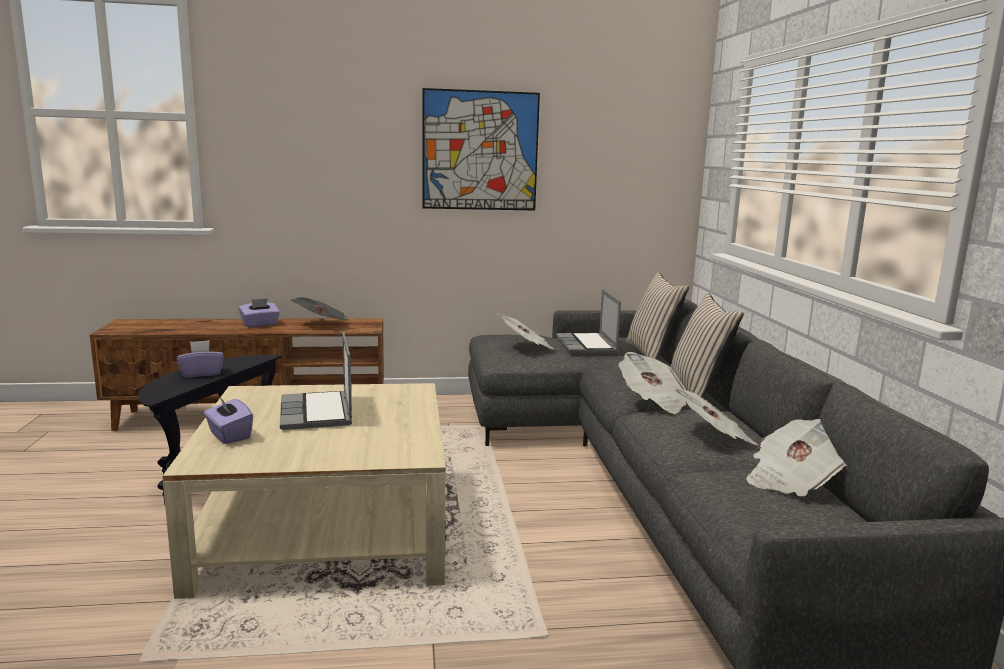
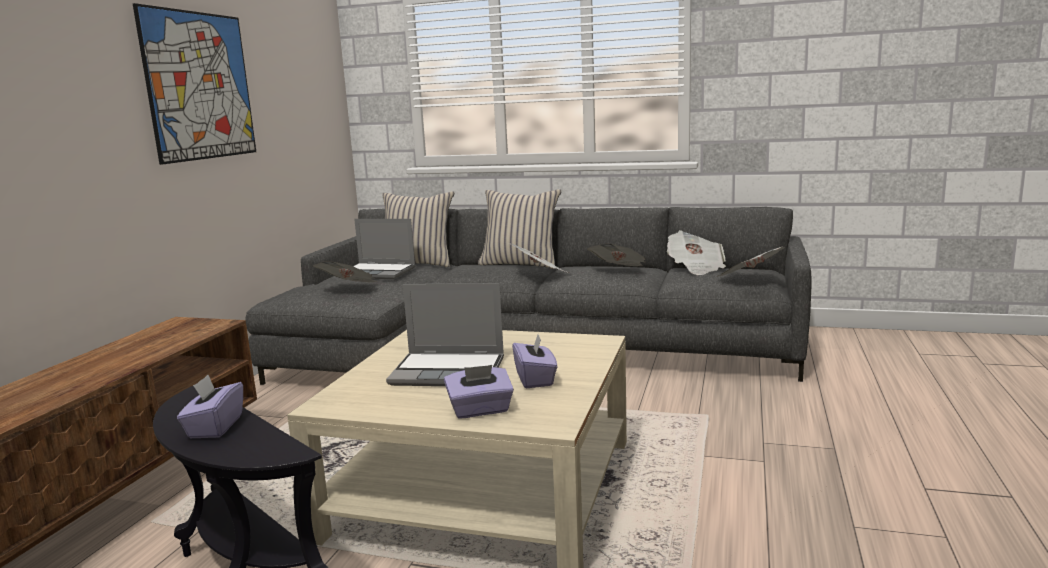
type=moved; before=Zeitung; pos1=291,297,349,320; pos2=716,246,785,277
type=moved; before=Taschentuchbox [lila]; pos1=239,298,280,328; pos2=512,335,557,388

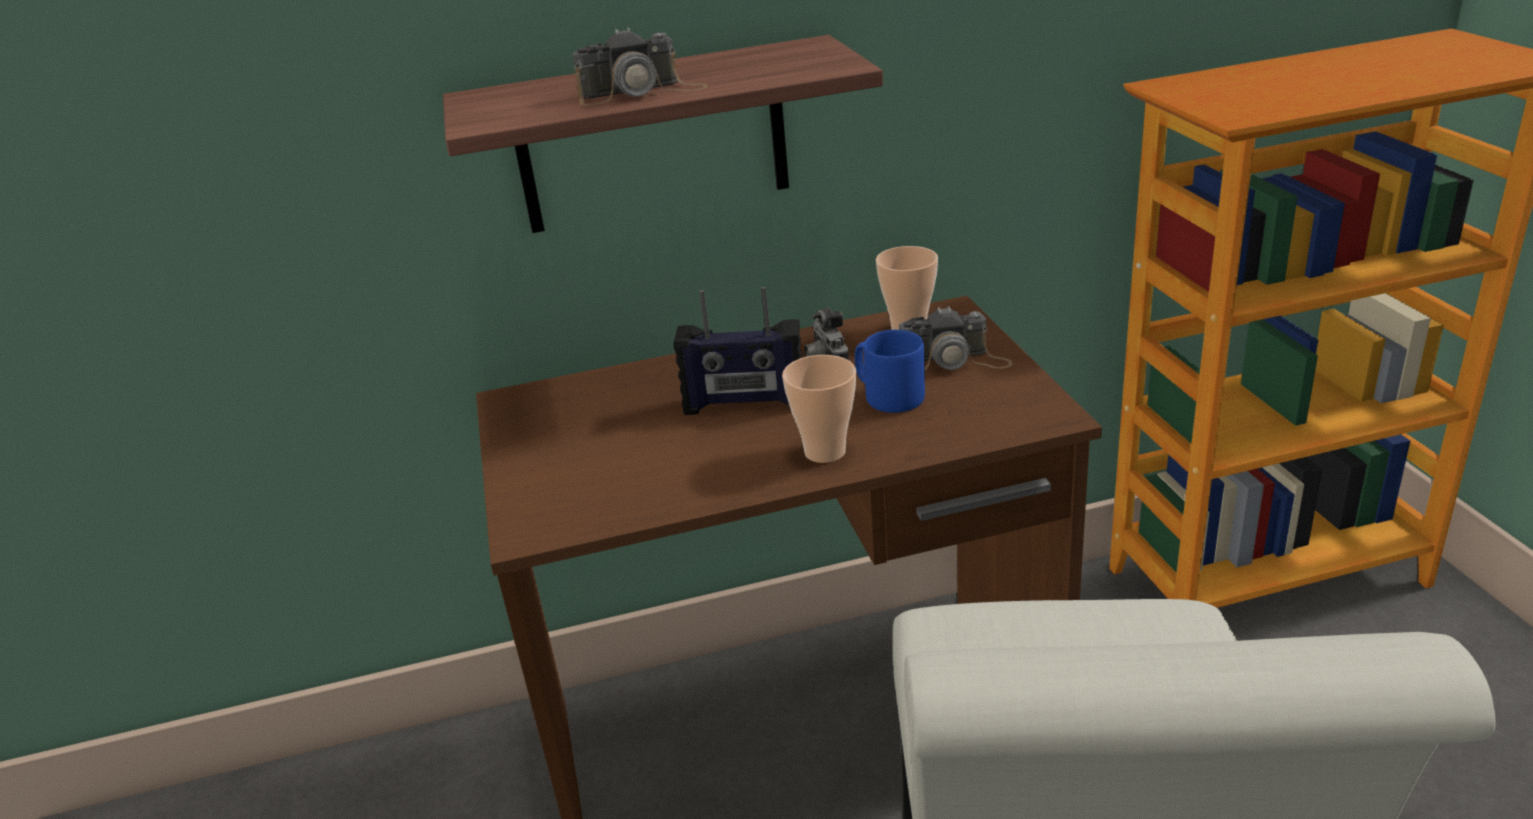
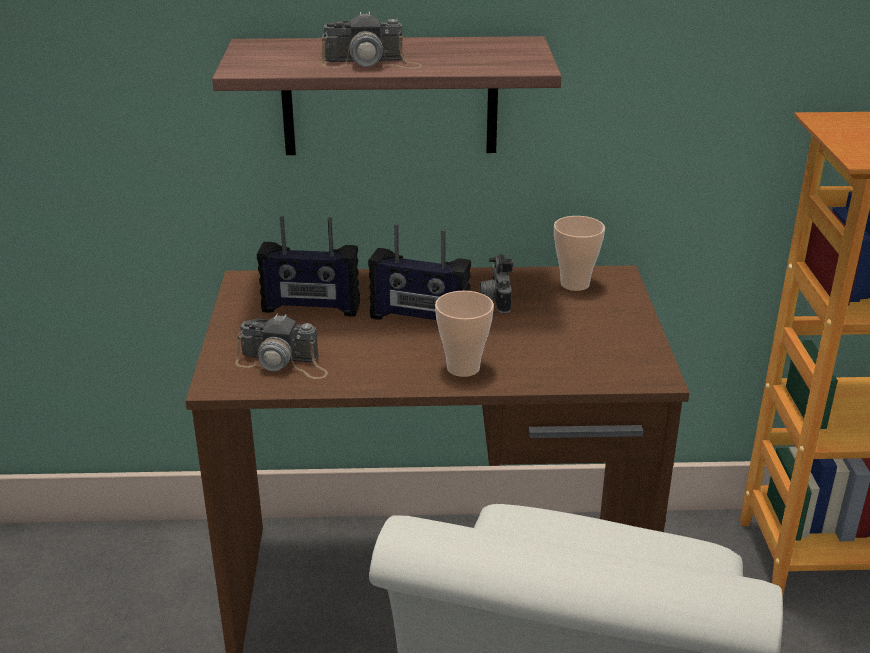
type=moved; before=Kamera; pos1=899,306,1012,370; pos2=235,314,328,379
type=removed; before=Henkelbecher [blau]; pos1=855,330,925,413
type=added; after=Radio; pos2=257,216,360,317

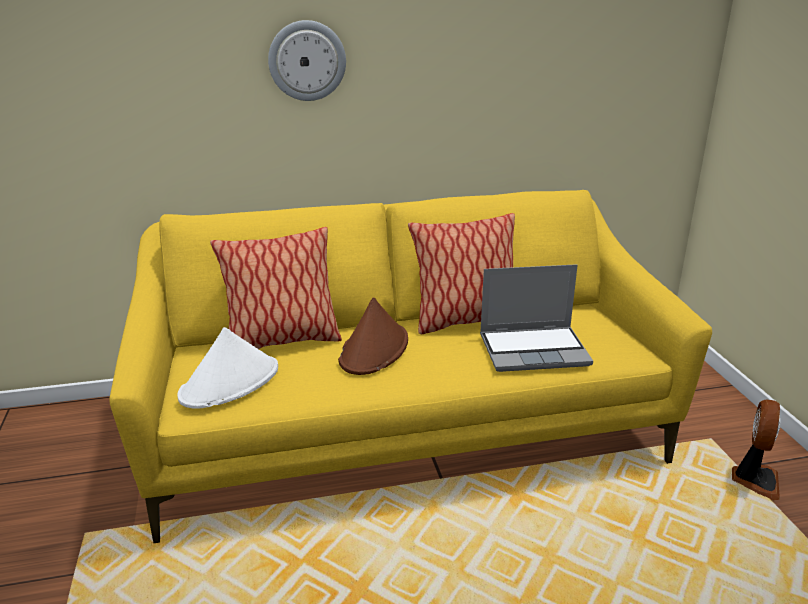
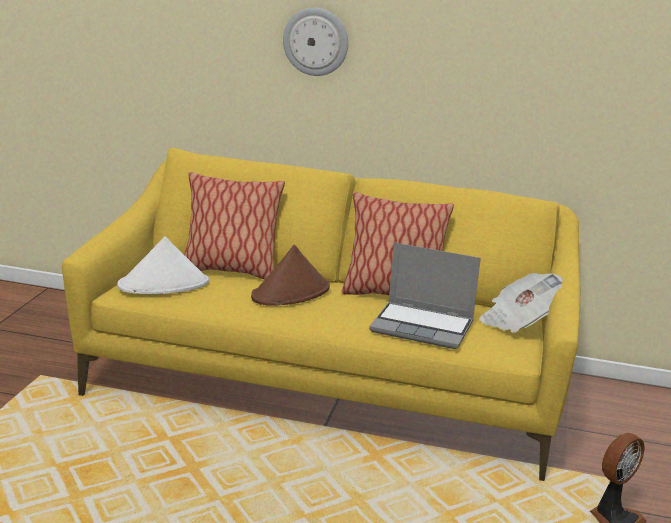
type=added; after=Zeitung; pos2=480,273,563,333

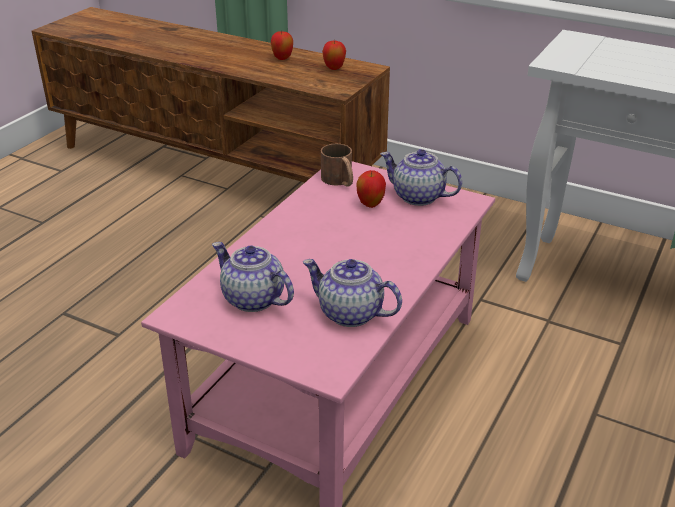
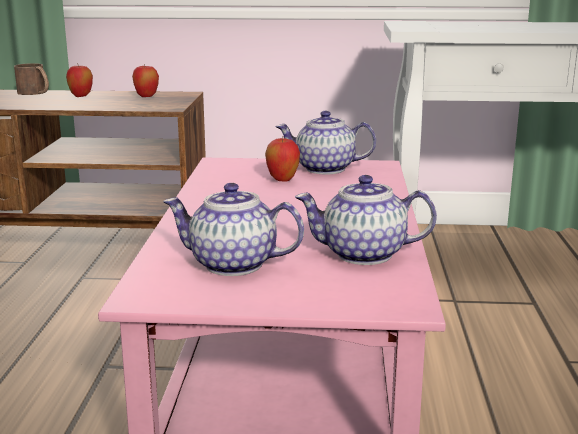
type=moved; before=Henkelbecher [braun]; pos1=321,144,353,186; pos2=14,63,49,95

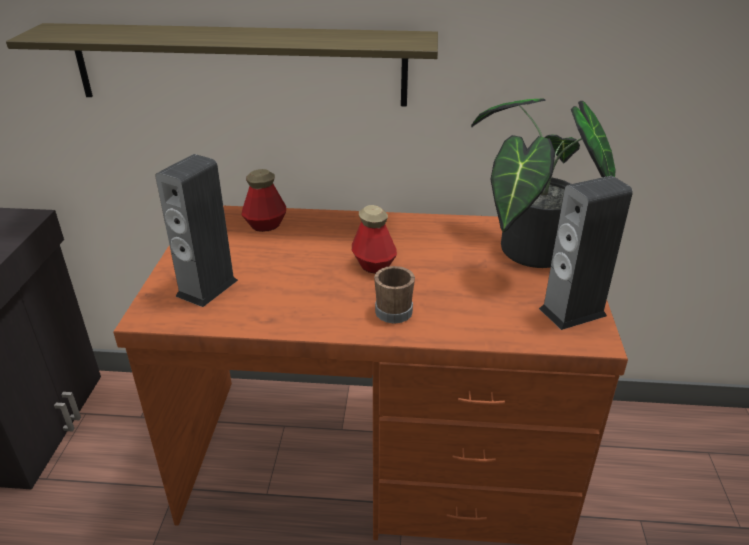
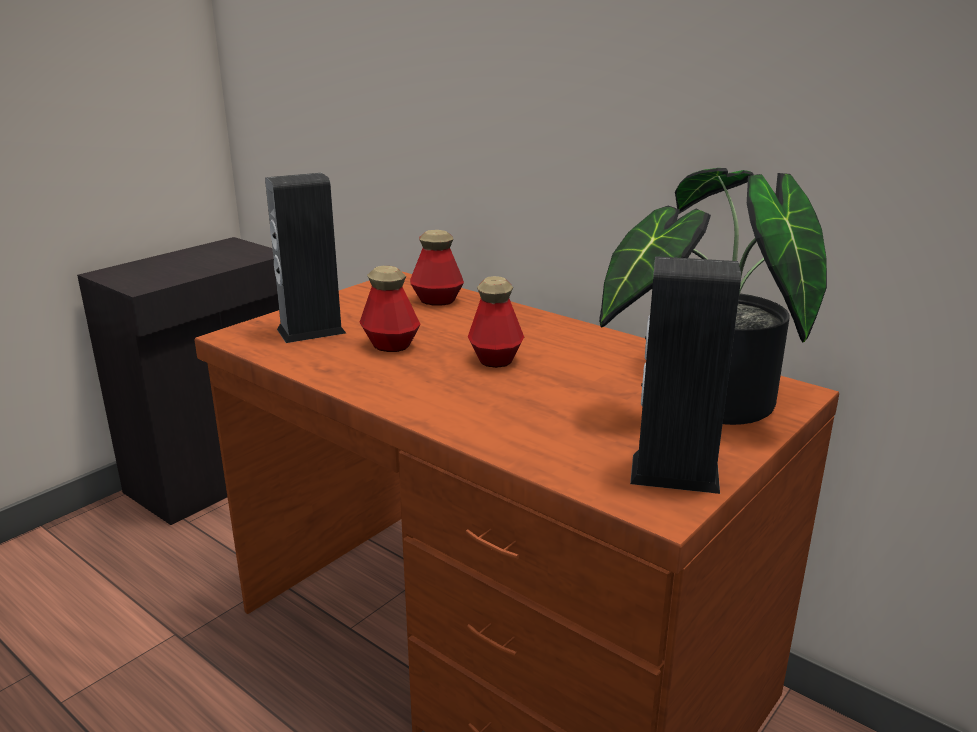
type=removed; before=Wandregal; pos1=6,23,438,106
type=removed; before=Henkelbecher [braun]; pos1=374,266,415,324
type=added; after=Flasche; pos2=359,266,421,352

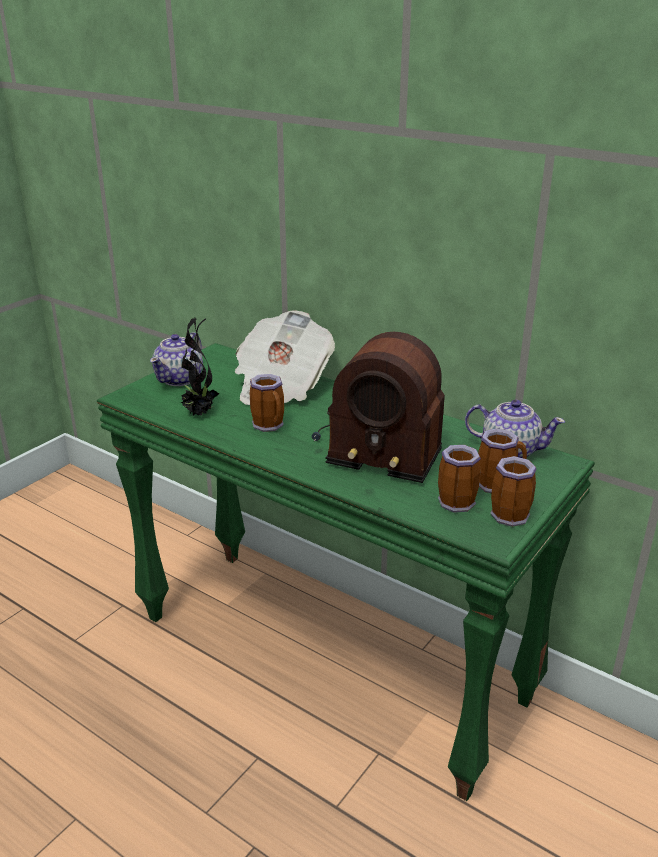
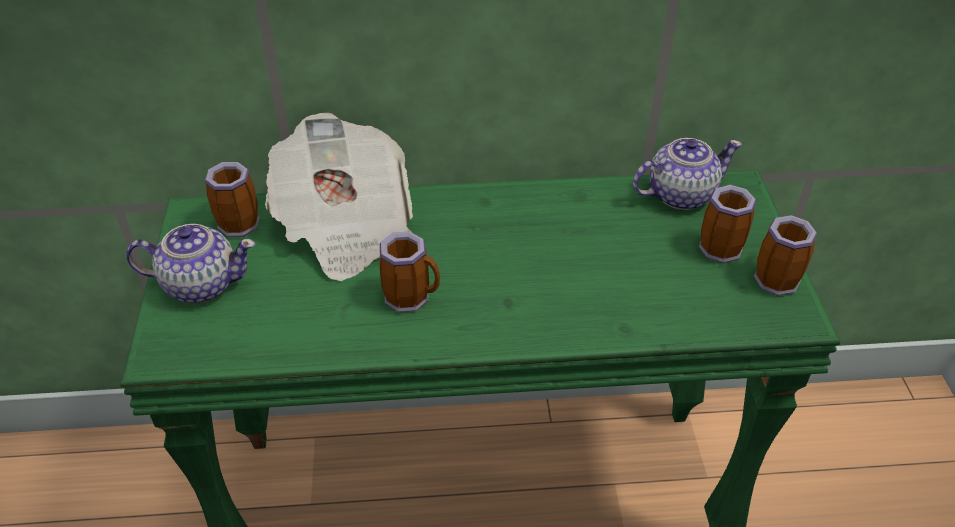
type=removed; before=Topfpflanze; pos1=181,318,219,416
type=turned; before=Teekanne; pos1=150,332,203,386; pos2=126,224,255,303; turn=-75
type=removed; before=Radio; pos1=312,332,445,483
type=moved; before=Henkelbecher; pos1=438,445,481,513; pos2=205,162,260,237

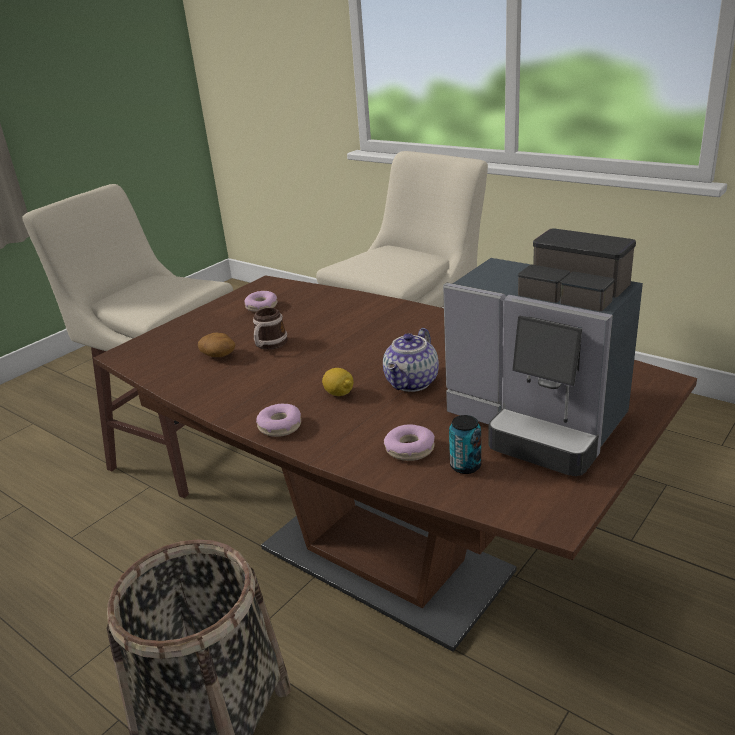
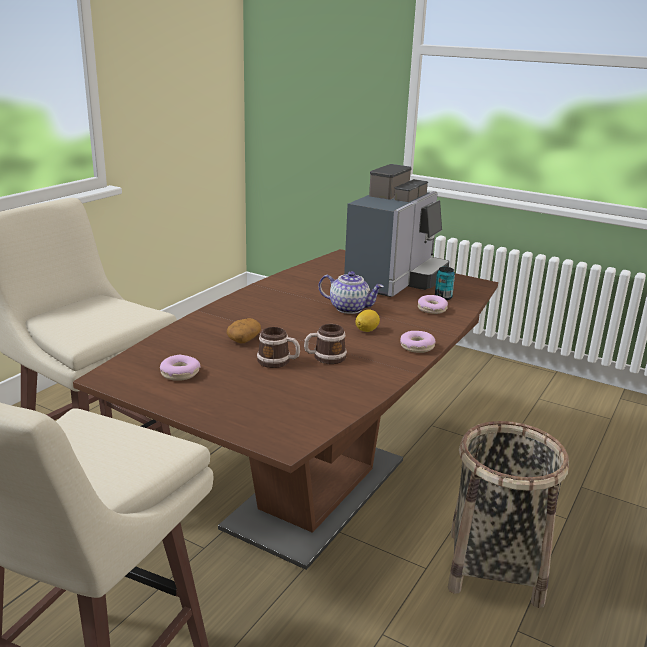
type=moved; before=Kartoffel; pos1=198,333,235,357; pos2=227,318,261,343
type=added; after=Henkelbecher; pos2=304,324,347,364

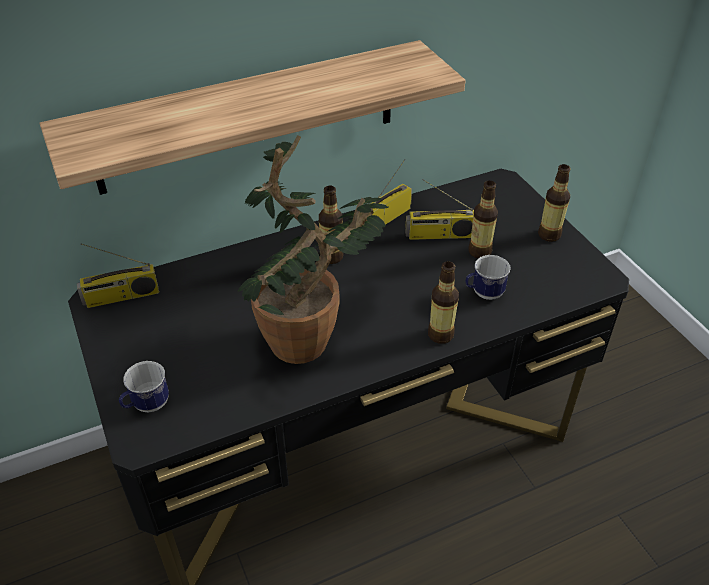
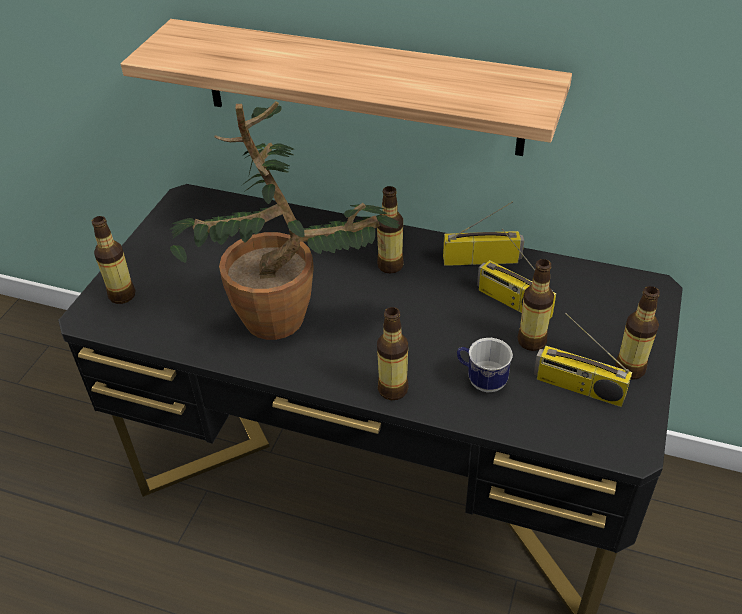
type=moved; before=Radio; pos1=77,243,159,308; pos2=534,313,632,407
type=replaced; before=Henkelbecher; after=Flasche; pos1=119,361,169,412; pos2=92,216,135,304

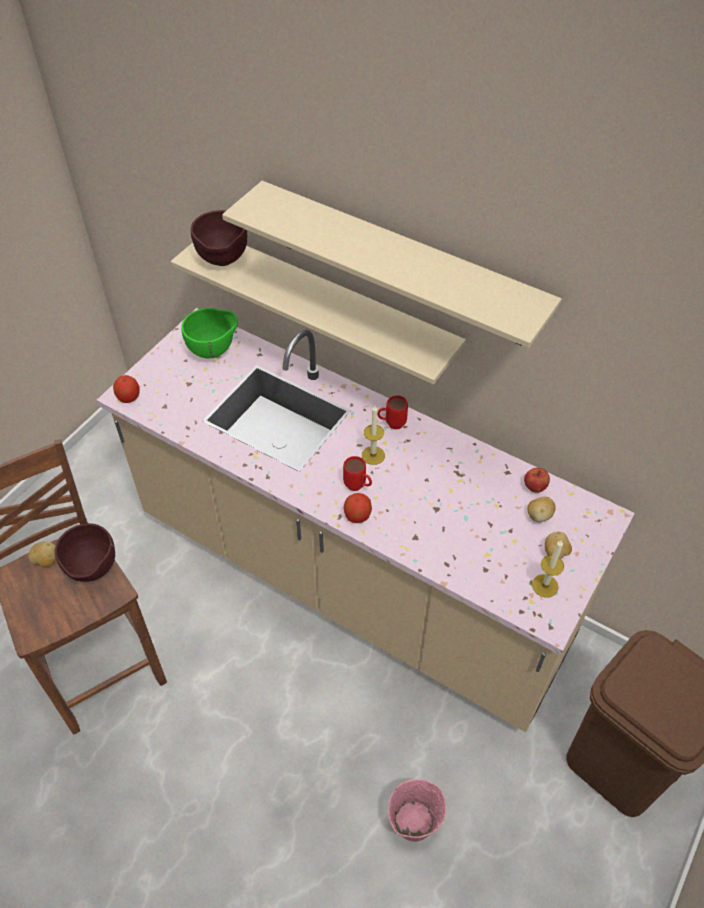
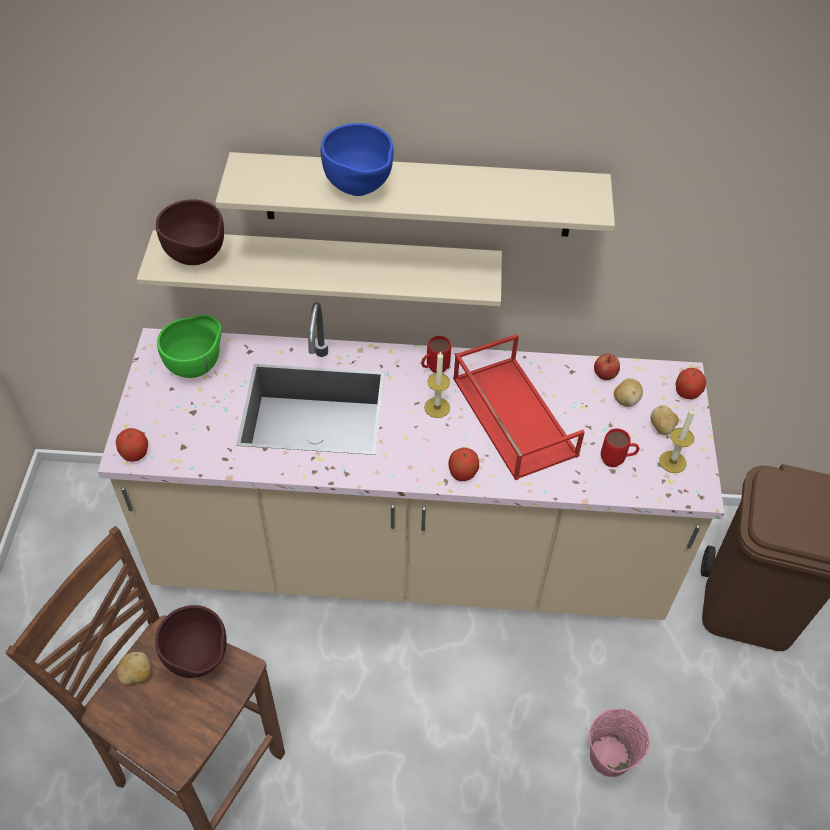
type=moved; before=Henkelbecher [rot]; pos1=343,456,372,491; pos2=601,428,639,467
type=added; after=Schüssel [blau]; pos2=321,123,394,196
type=added; after=Tablett [rot]; pos2=453,334,585,480
type=added; after=Apfel; pos2=676,368,706,399

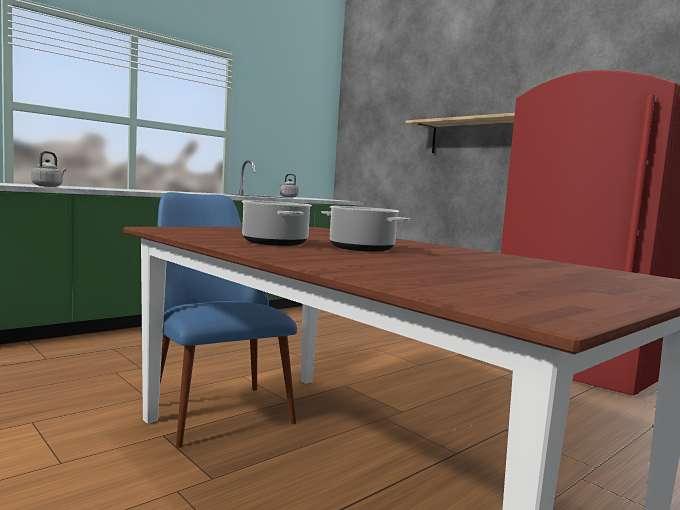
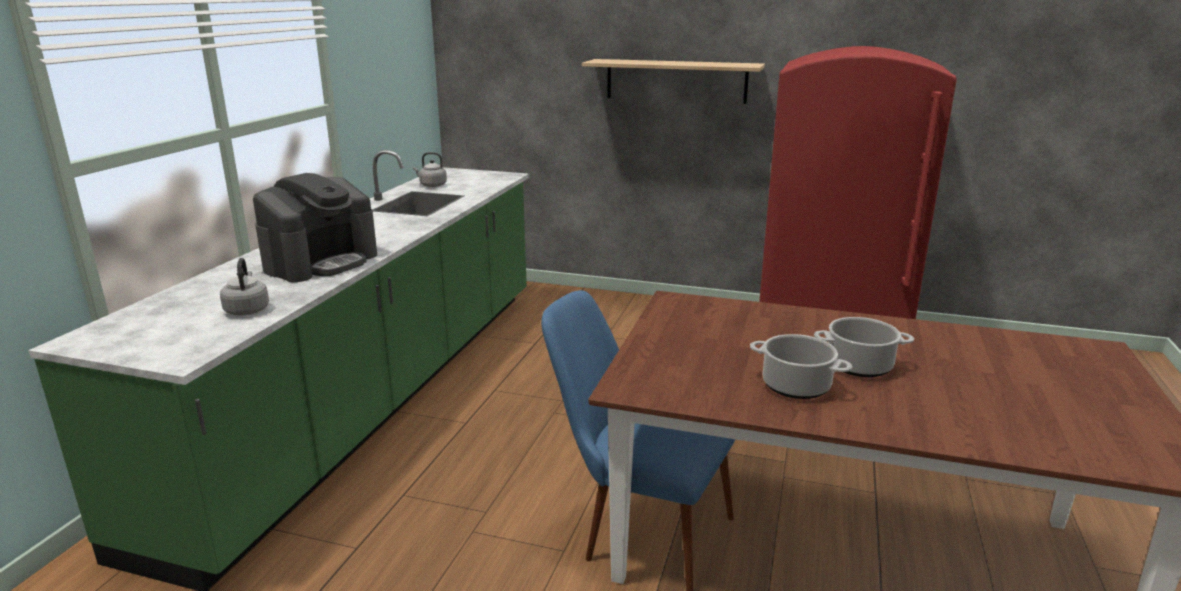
type=added; after=Kaffeemaschine; pos2=253,173,377,282

